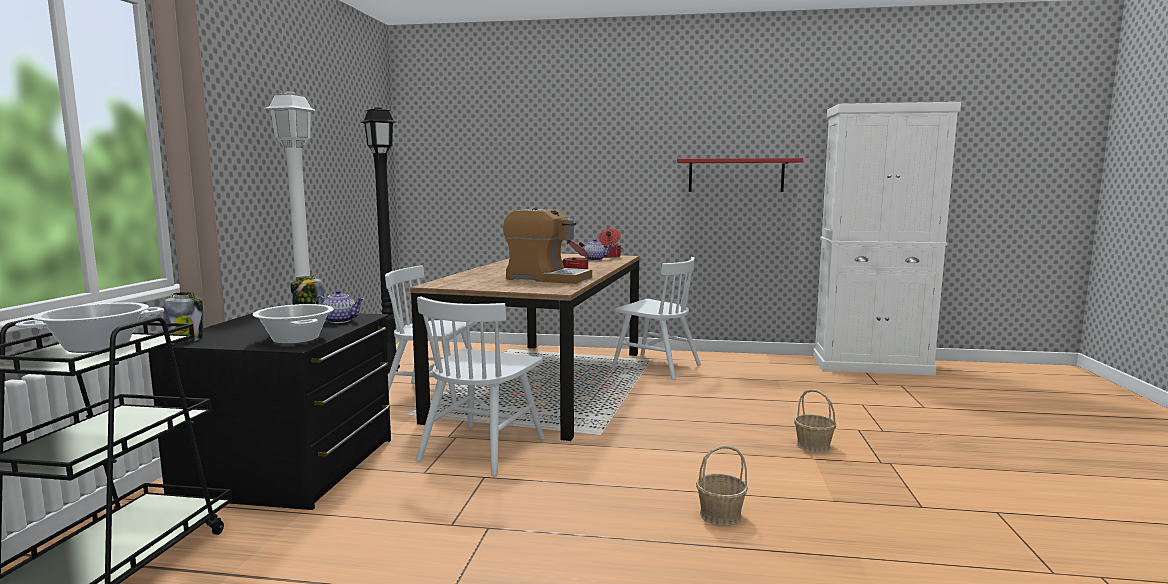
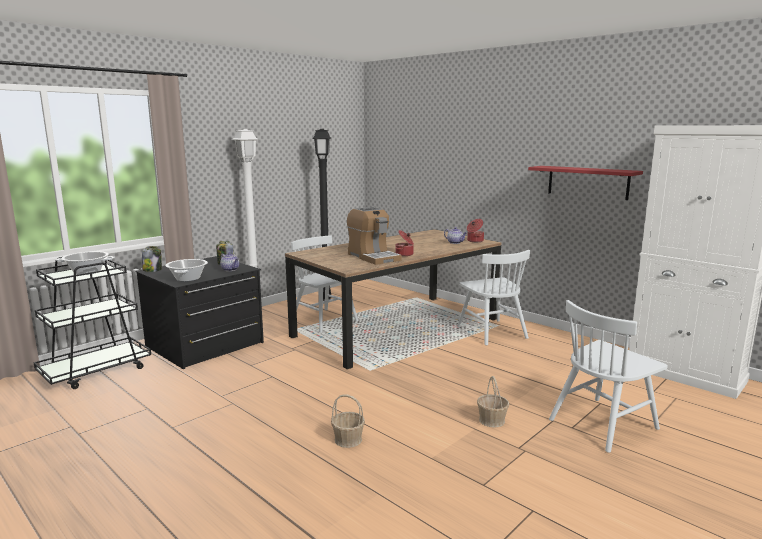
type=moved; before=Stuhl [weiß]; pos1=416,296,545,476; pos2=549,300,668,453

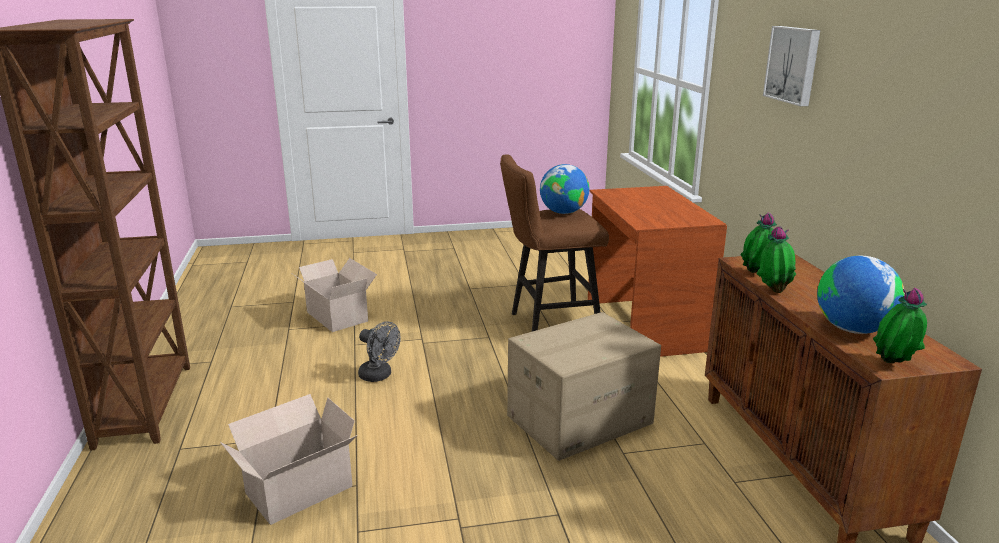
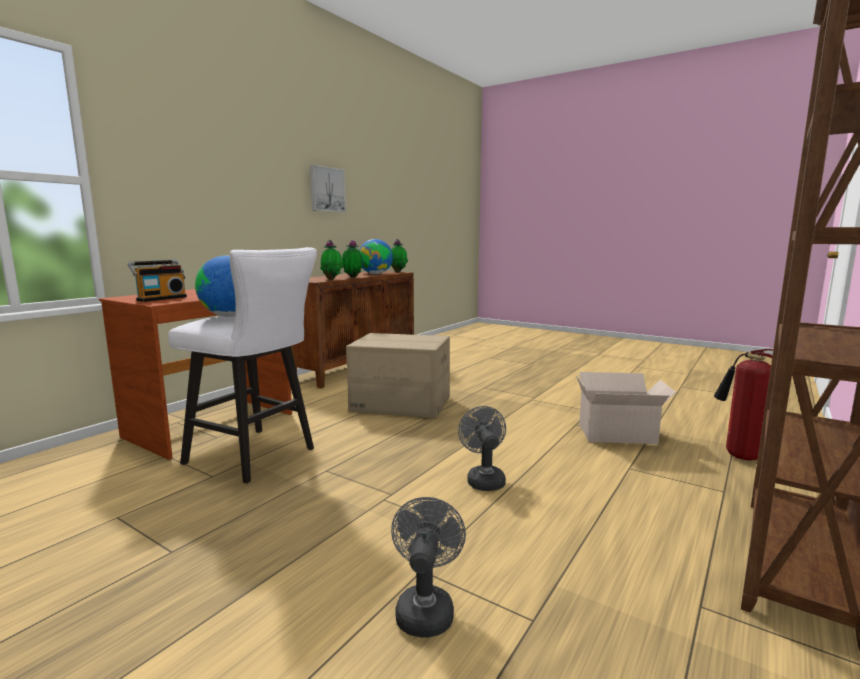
type=moved; before=Bild; pos1=763,26,820,106; pos2=310,165,346,212
type=recoloured; before=Hocker [braun]; after=Hocker [weiß]; pos1=500,154,609,332; pos2=168,247,317,483
type=replaced; before=Karton; after=Ventilator [grau]; pos1=290,258,377,332; pos2=391,497,466,637
type=added; after=Radio; pos2=128,260,187,302
type=added; after=Feuerlöscher; pos2=714,349,773,461

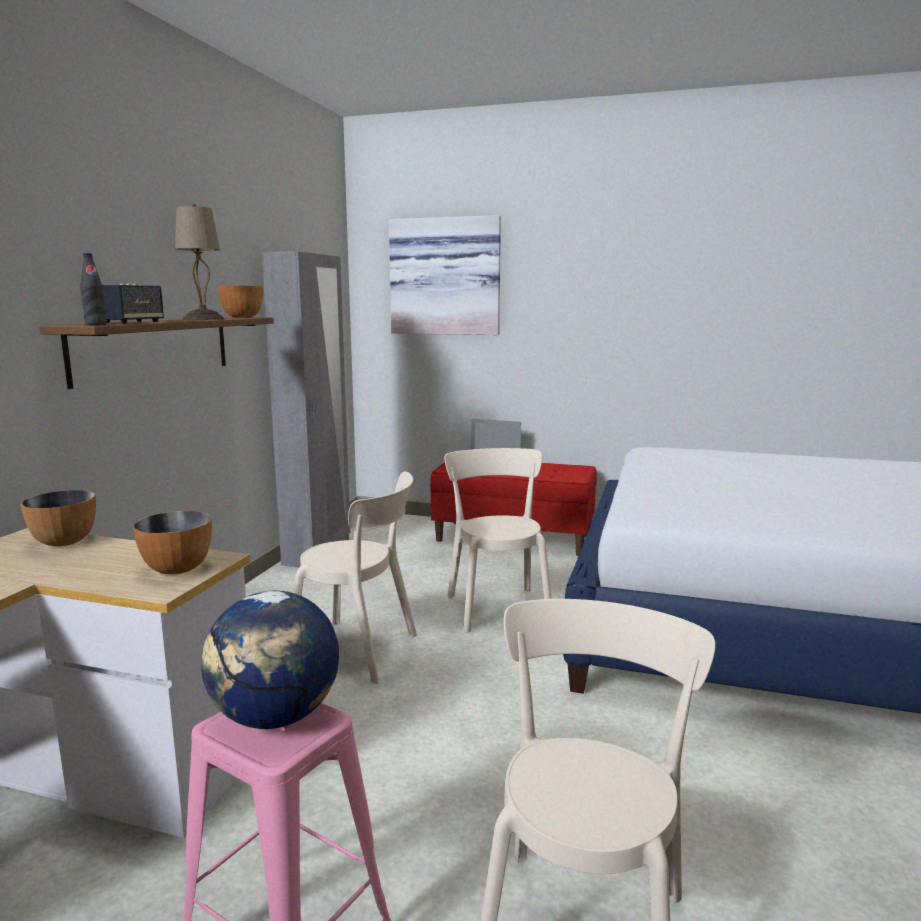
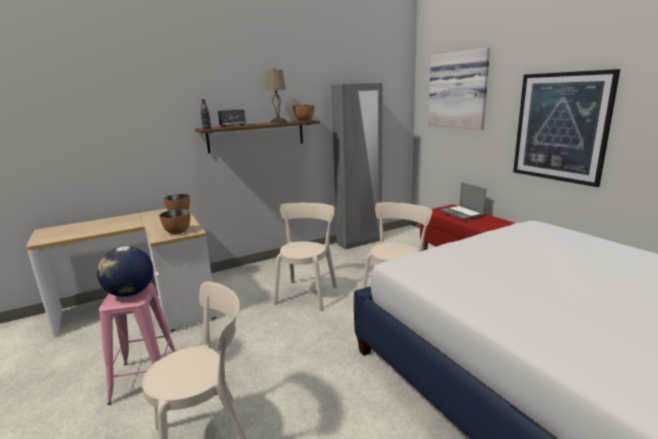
type=turned; before=Stuhl [beige]; pos1=294,471,417,684; pos2=274,203,337,310; turn=-135
type=added; after=Bild; pos2=513,69,620,187

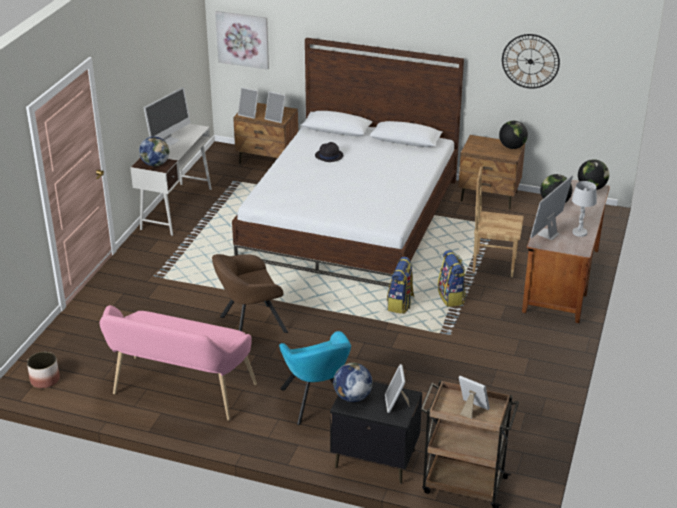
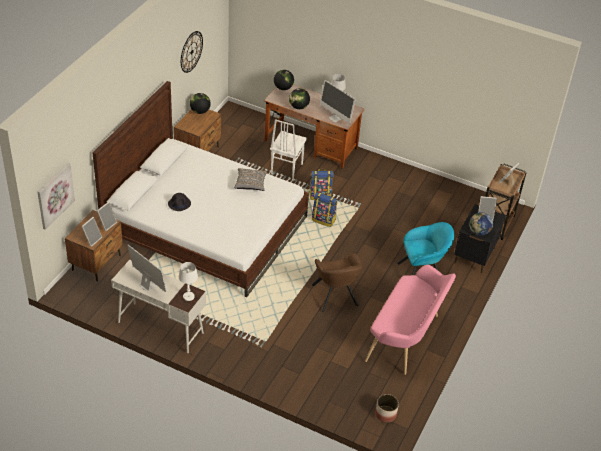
type=replaced; before=Globus; after=Tischlampe [weiß]; pos1=139,136,169,166; pos2=179,262,198,301
type=recoloured; before=Stuhl [braun]; after=Stuhl [weiß]; pos1=473,166,524,277; pos2=270,119,307,180
type=added; after=Kissen [grau]; pos2=234,168,267,191

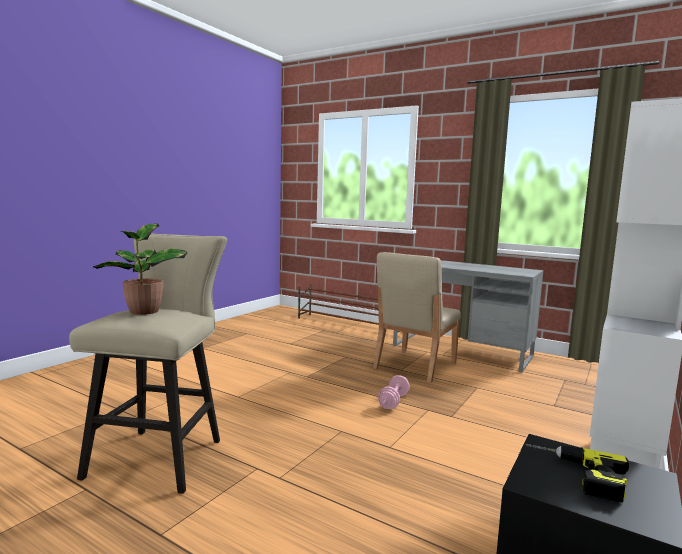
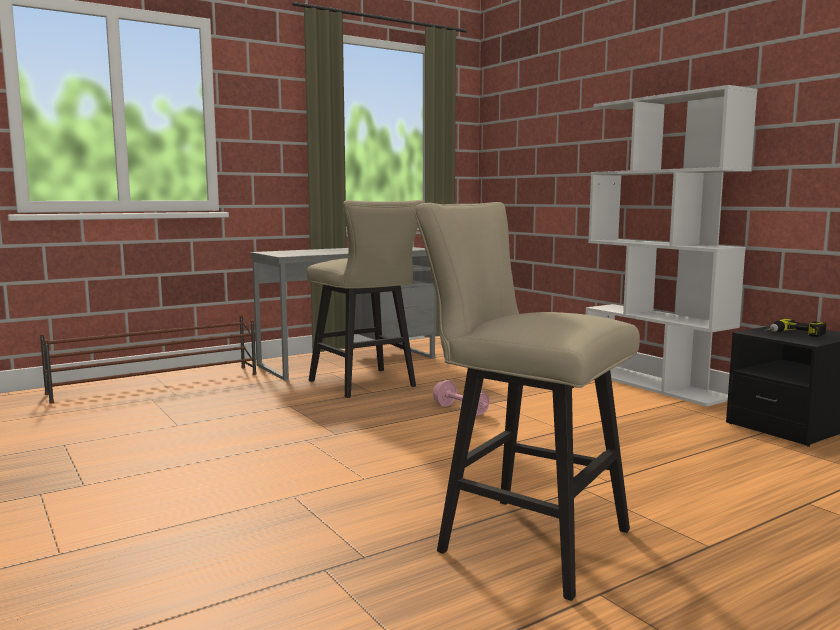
type=removed; before=Topfpflanze; pos1=93,223,187,315
type=replaced; before=Stuhl [beige]; after=Hocker [beige]; pos1=373,252,461,383; pos2=307,200,425,398

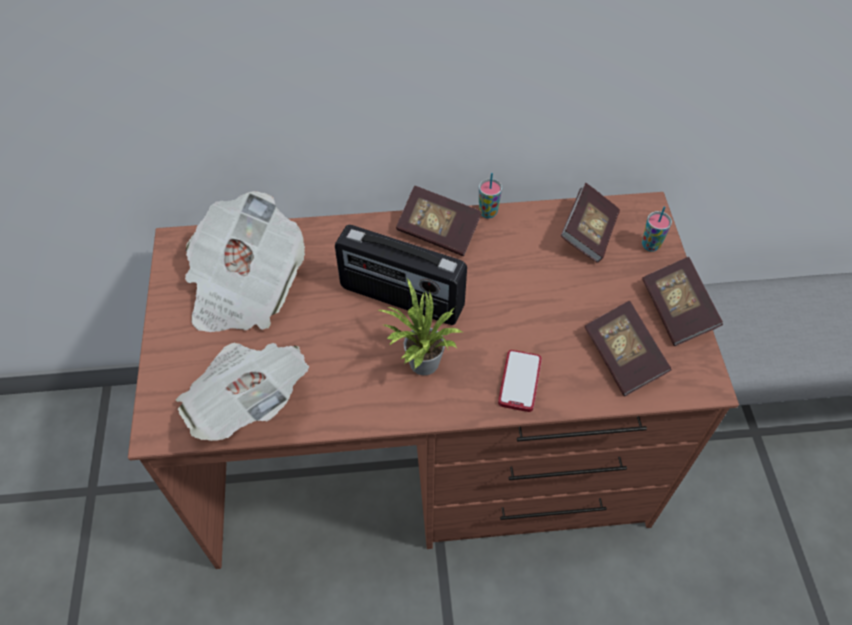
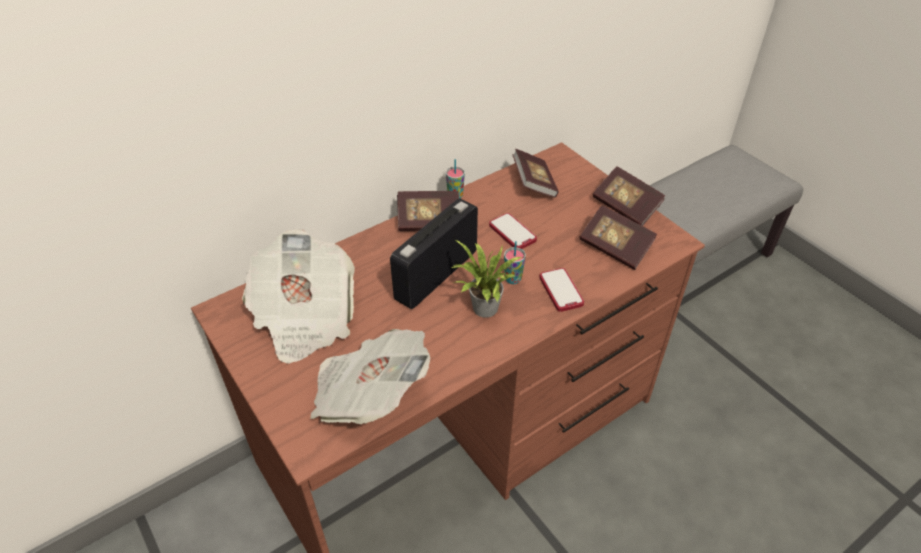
type=moved; before=Tasse; pos1=642,206,672,252; pos2=504,241,526,284
type=turned; before=Radio; pos1=335,225,467,325; pos2=390,198,478,309; turn=135
type=added; after=Handy; pos2=489,213,537,249

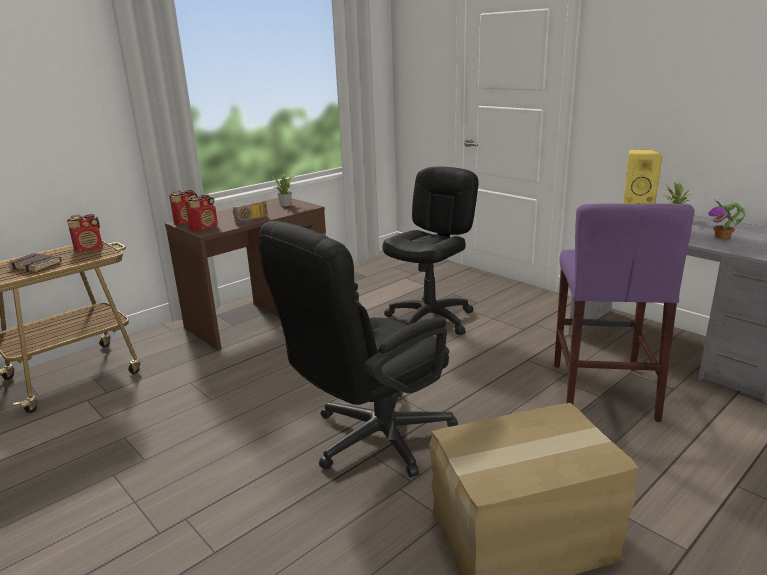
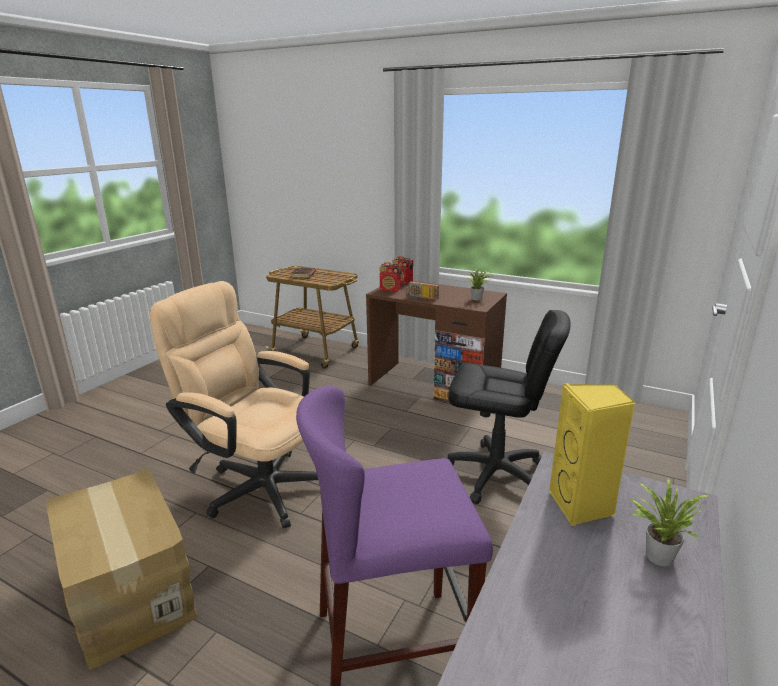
type=removed; before=Topfpflanze; pos1=708,199,746,239
type=removed; before=Radio; pos1=67,214,103,252
type=recoloured; before=Bürostuhl [schwarz]; after=Bürostuhl [beige]; pos1=259,221,458,477; pos2=150,281,318,528

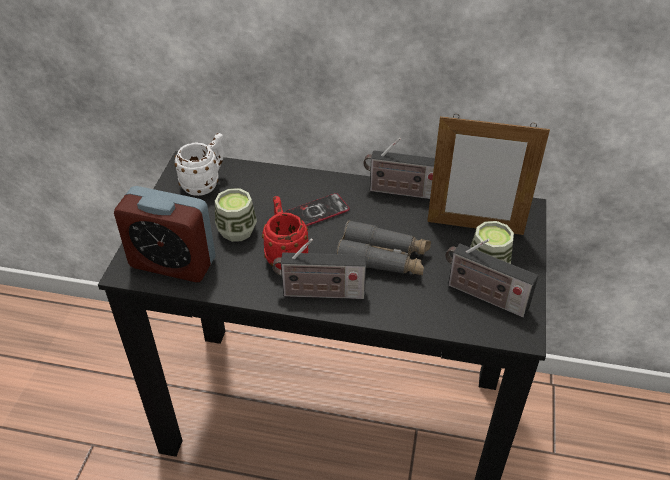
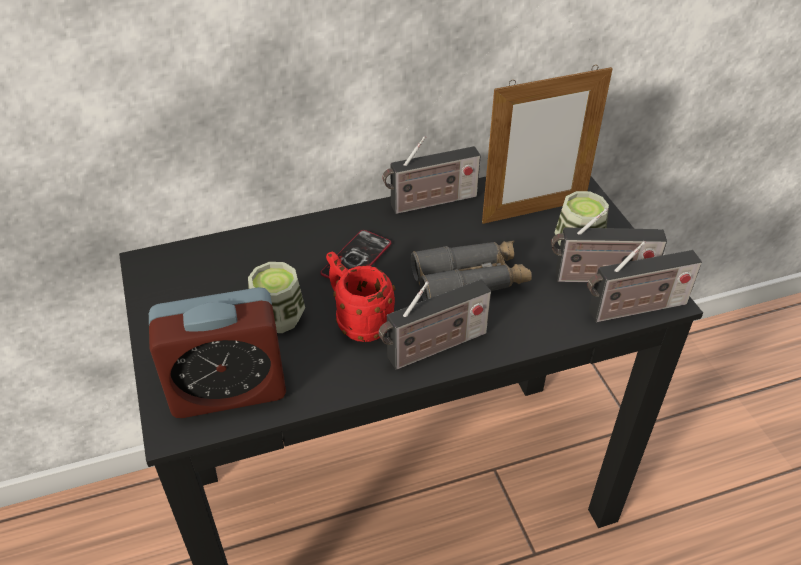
type=removed; before=Henkelbecher [weiß]; pos1=175,133,224,196
type=added; after=Radio; pos2=587,241,702,322

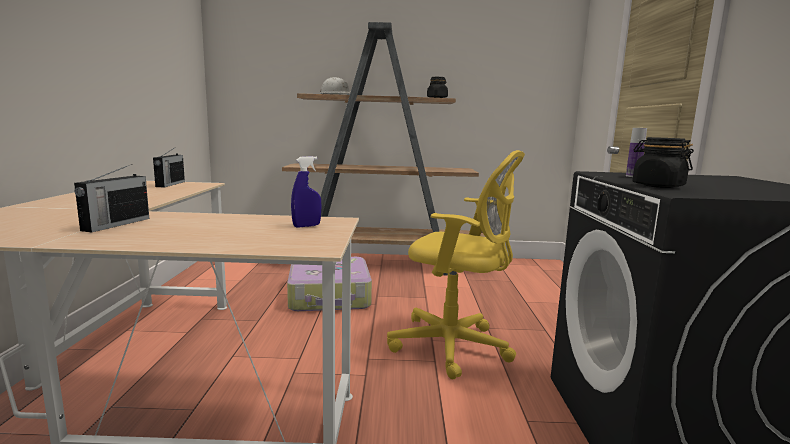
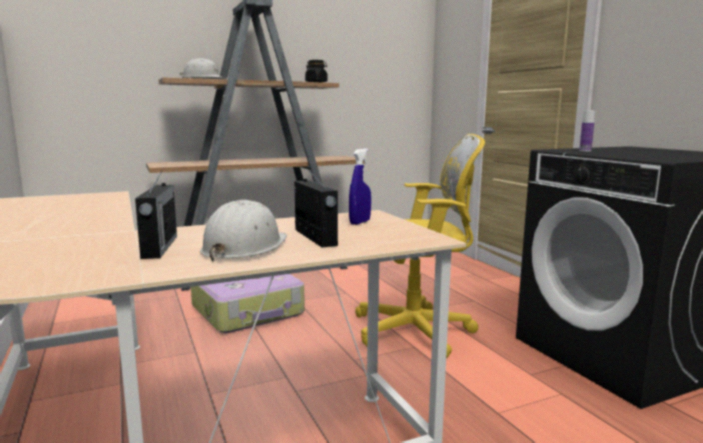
type=removed; before=Vorratsglas [schwarz]; pos1=632,137,694,188
type=moved; before=Radio; pos1=153,148,185,187; pos2=295,170,338,248
type=added; after=Schutzhelm [weiß]; pos2=200,200,287,261

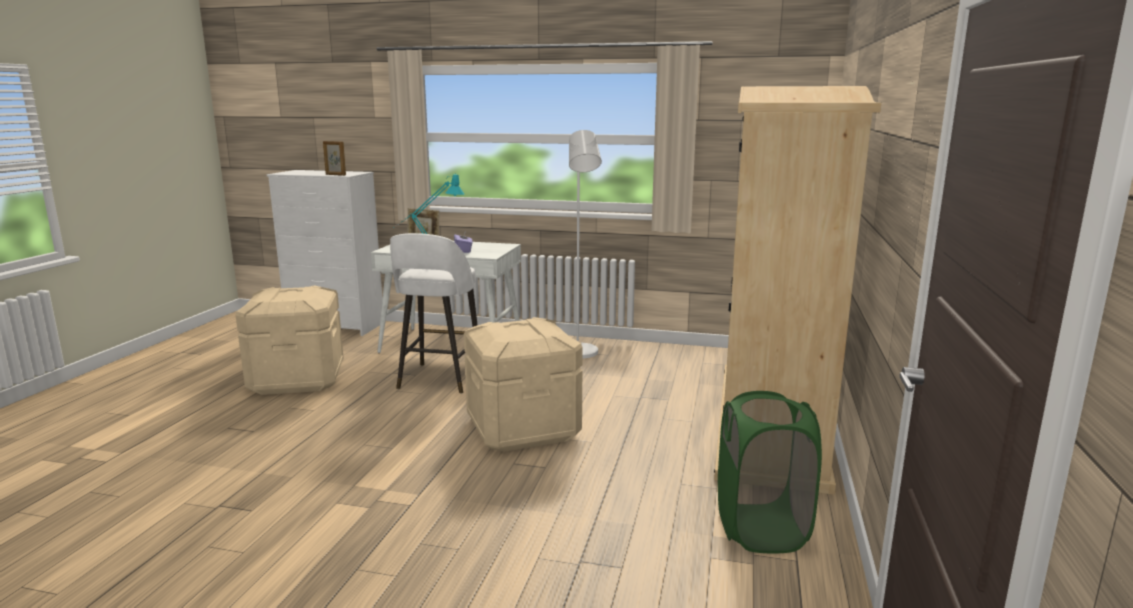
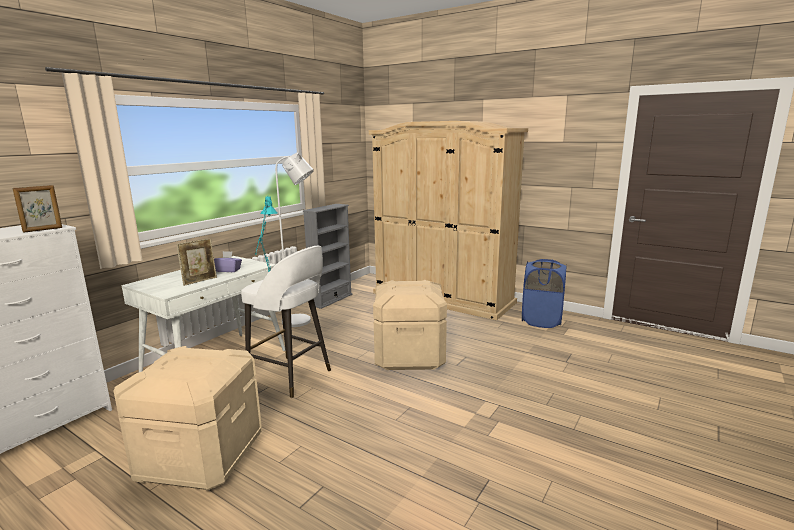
type=recoloured; before=Wäschekorb [grün]; after=Wäschekorb [blau]; pos1=718,391,822,554; pos2=522,259,567,328
type=added; after=Bücherregal [grau]; pos2=303,204,353,309

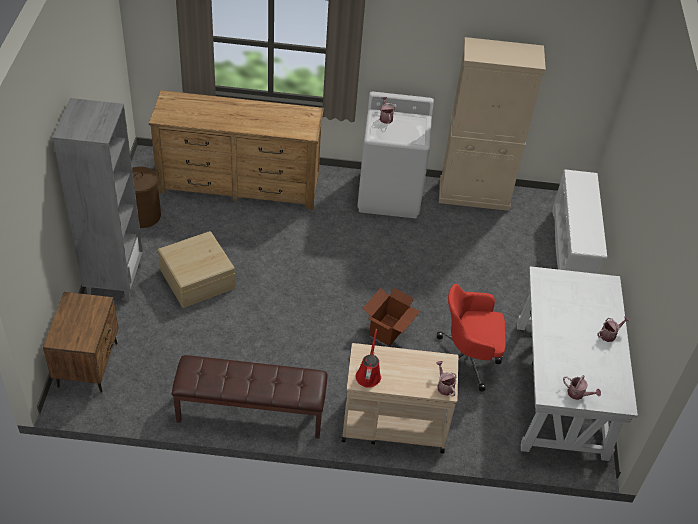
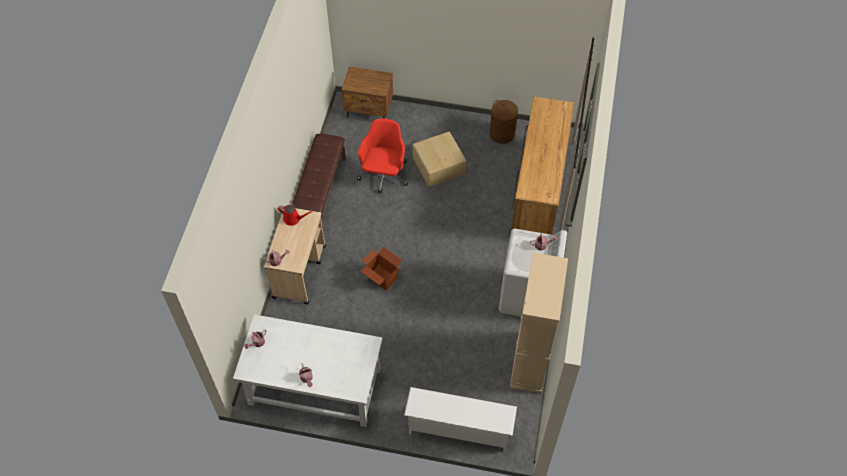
type=removed; before=Bücherregal [grau]; pos1=52,98,143,302
type=moved; before=Bürostuhl [rot]; pos1=437,284,506,392; pos2=357,119,408,193

